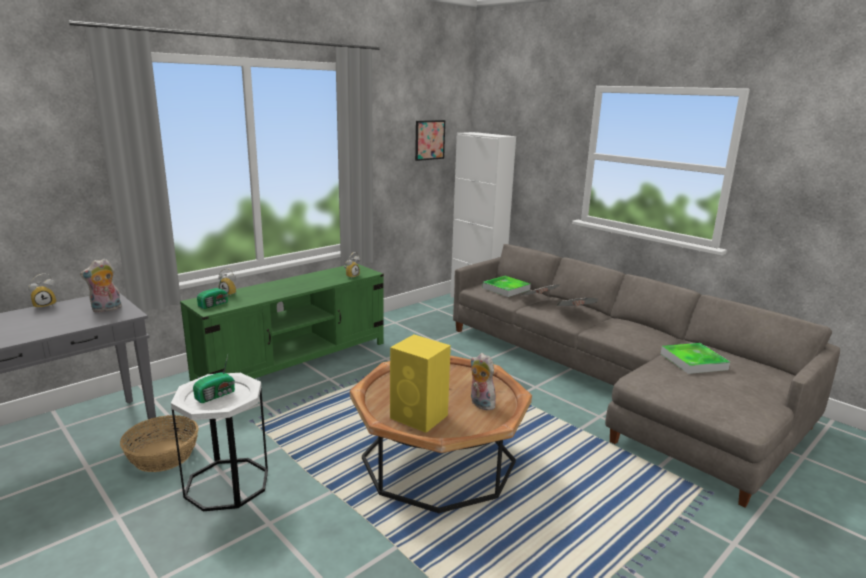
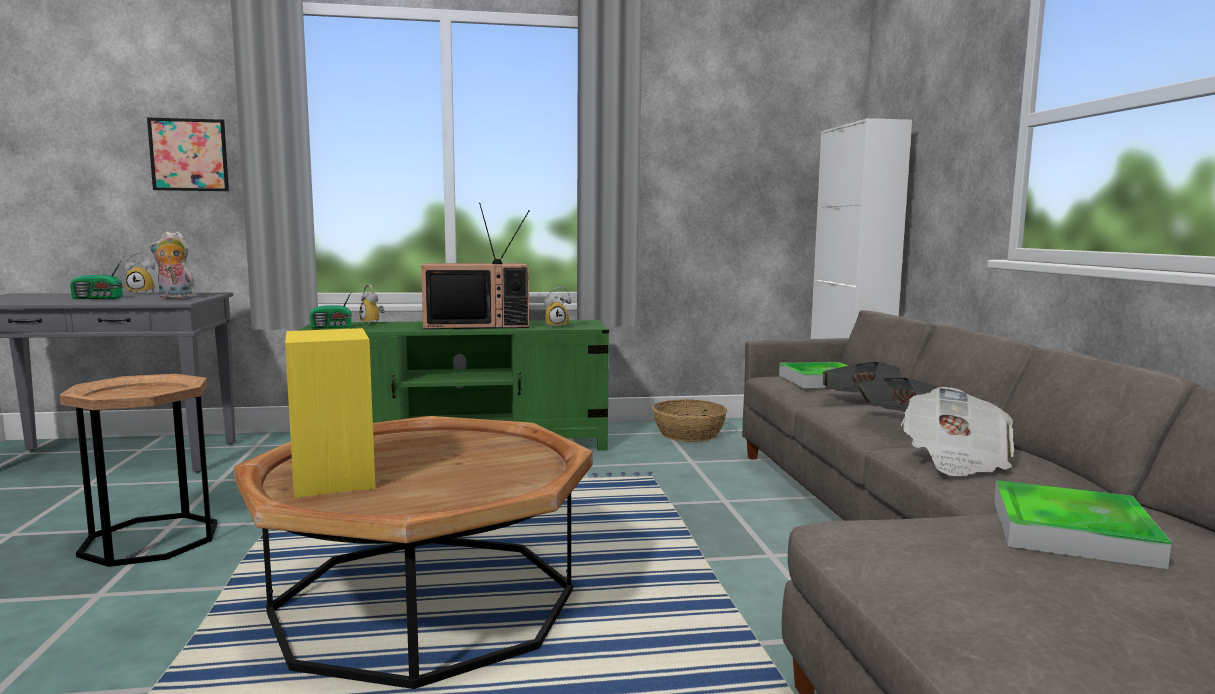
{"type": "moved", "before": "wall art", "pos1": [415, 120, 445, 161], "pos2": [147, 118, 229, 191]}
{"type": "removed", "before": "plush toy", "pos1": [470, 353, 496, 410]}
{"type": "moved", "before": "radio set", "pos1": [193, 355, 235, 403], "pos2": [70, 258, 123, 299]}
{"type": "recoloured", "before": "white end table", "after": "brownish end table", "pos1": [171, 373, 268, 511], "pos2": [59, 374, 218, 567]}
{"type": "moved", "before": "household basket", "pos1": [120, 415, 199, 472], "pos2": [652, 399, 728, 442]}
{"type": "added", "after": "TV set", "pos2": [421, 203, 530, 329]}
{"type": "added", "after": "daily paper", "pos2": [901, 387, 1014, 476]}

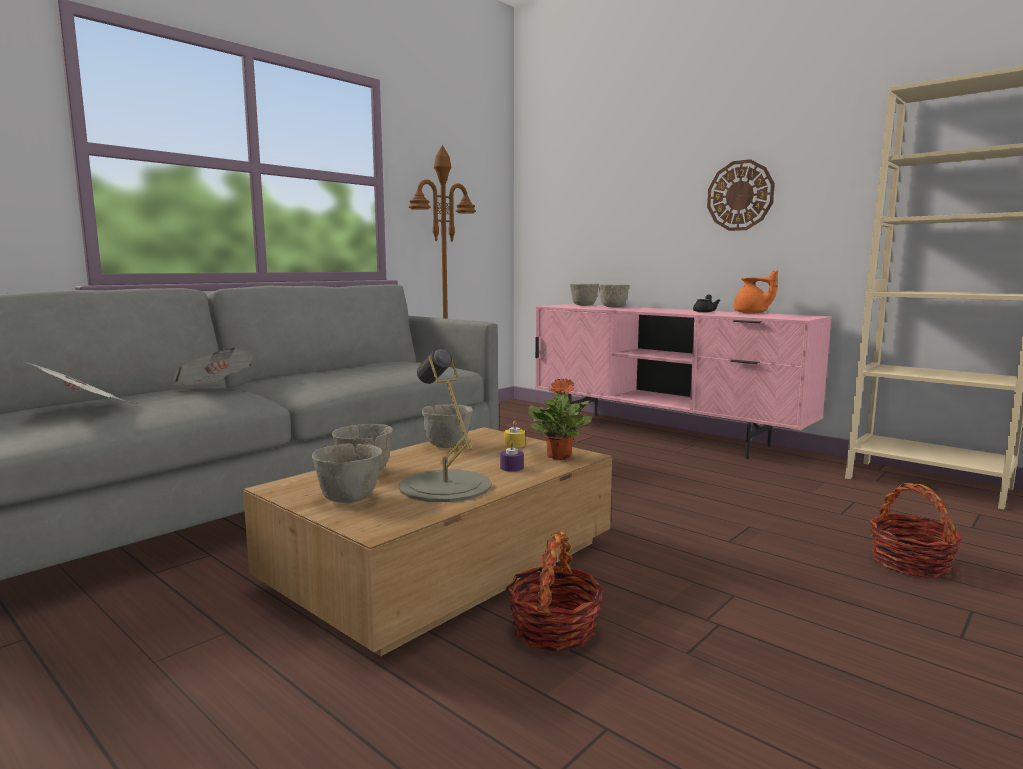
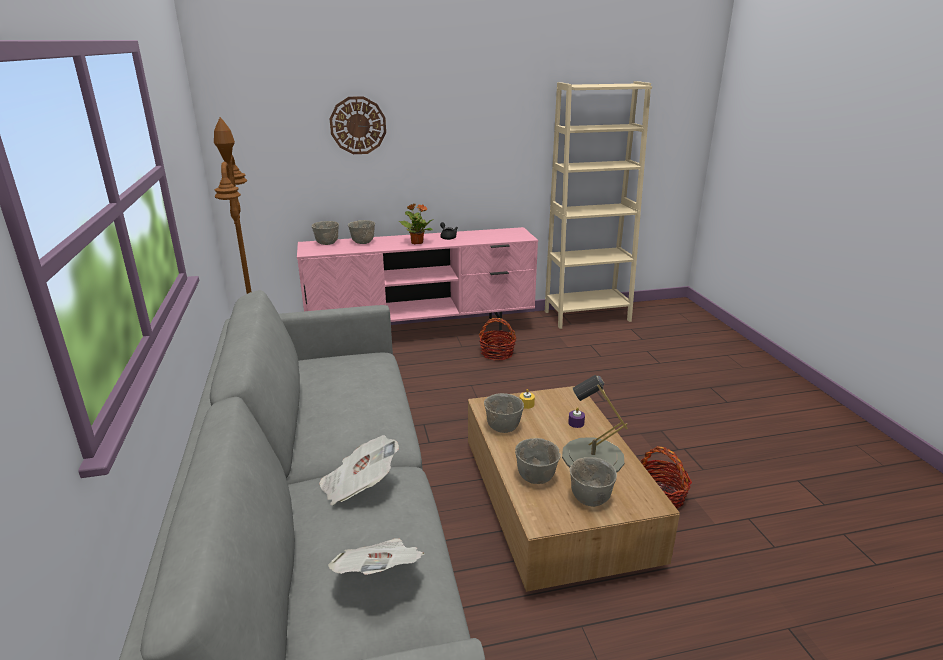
{"type": "moved", "before": "wall clock", "pos1": [707, 159, 775, 231], "pos2": [330, 96, 386, 154]}
{"type": "removed", "before": "orange teapot", "pos1": [734, 270, 778, 314]}
{"type": "moved", "before": "houseplant", "pos1": [528, 378, 592, 460], "pos2": [399, 204, 434, 244]}
{"type": "moved", "before": "household basket", "pos1": [869, 483, 963, 578], "pos2": [479, 318, 516, 360]}

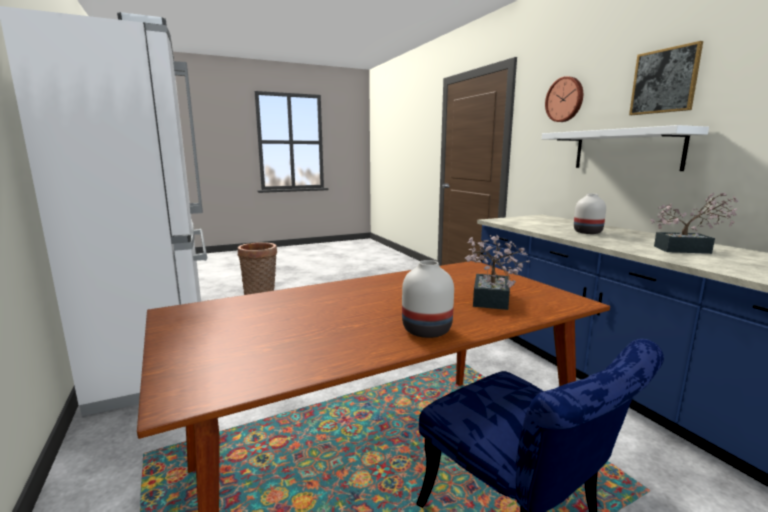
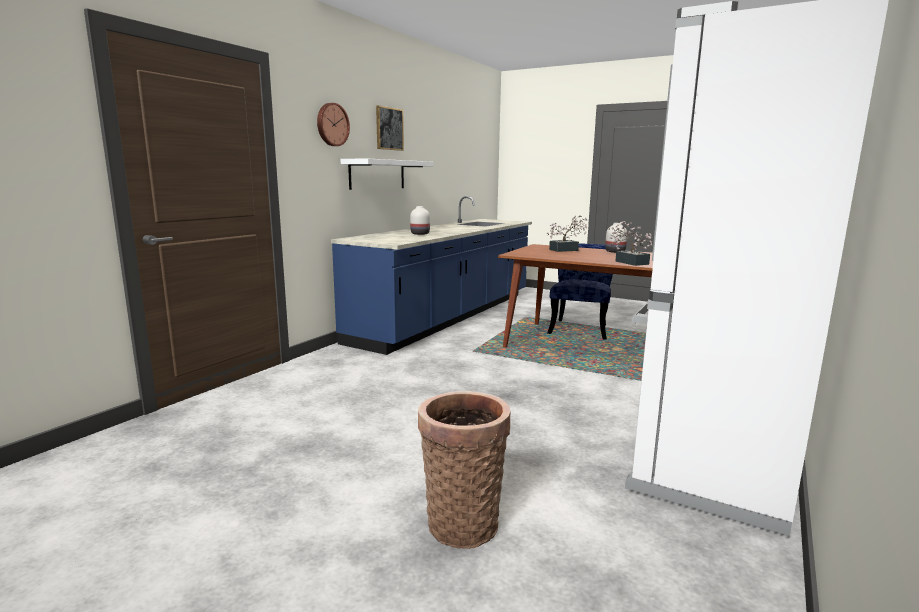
{"type": "moved", "before": "houseplant", "pos1": [650, 192, 739, 254], "pos2": [609, 221, 653, 266]}

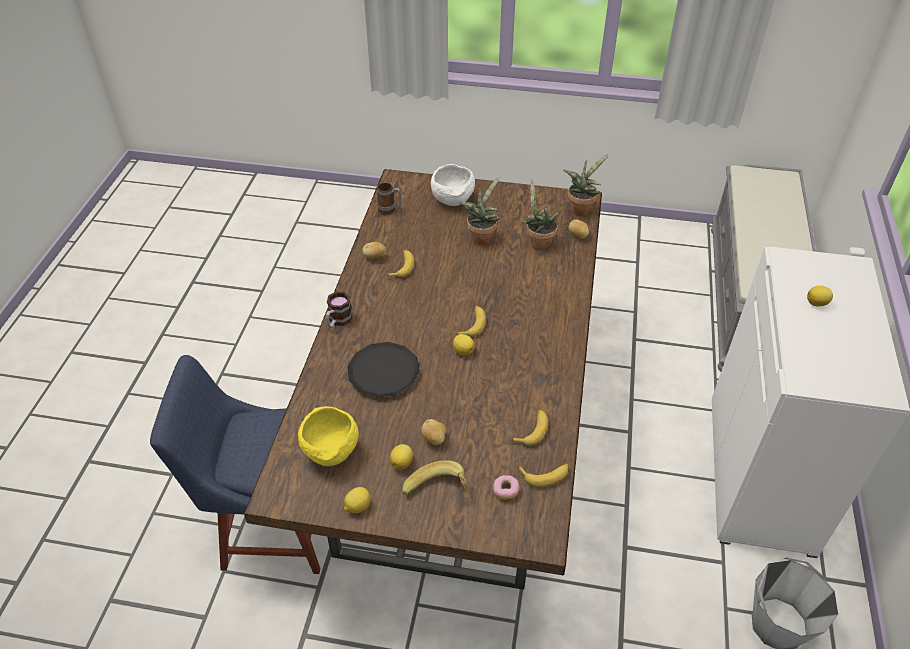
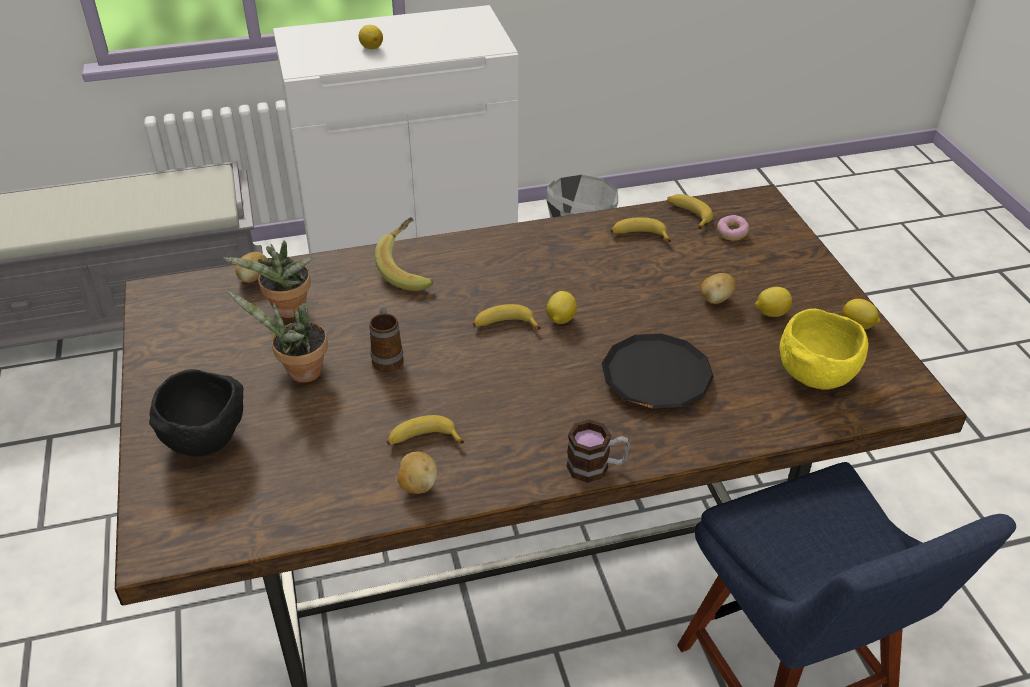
{"type": "removed", "before": "houseplant", "pos1": [564, 153, 610, 216]}
{"type": "recoloured", "before": "white deep dish", "after": "black-coloured deep dish", "pos1": [431, 164, 475, 206], "pos2": [149, 369, 243, 456]}
{"type": "moved", "before": "mug", "pos1": [377, 182, 402, 215], "pos2": [369, 304, 404, 372]}
{"type": "moved", "before": "banana fruit", "pos1": [402, 460, 468, 495], "pos2": [375, 217, 433, 291]}

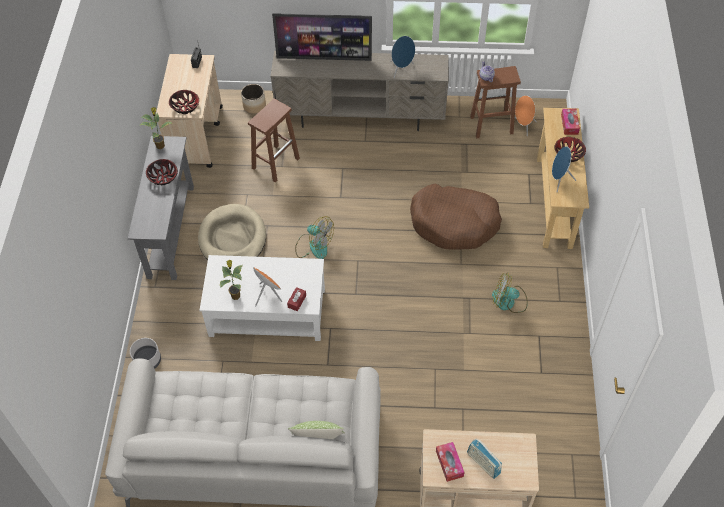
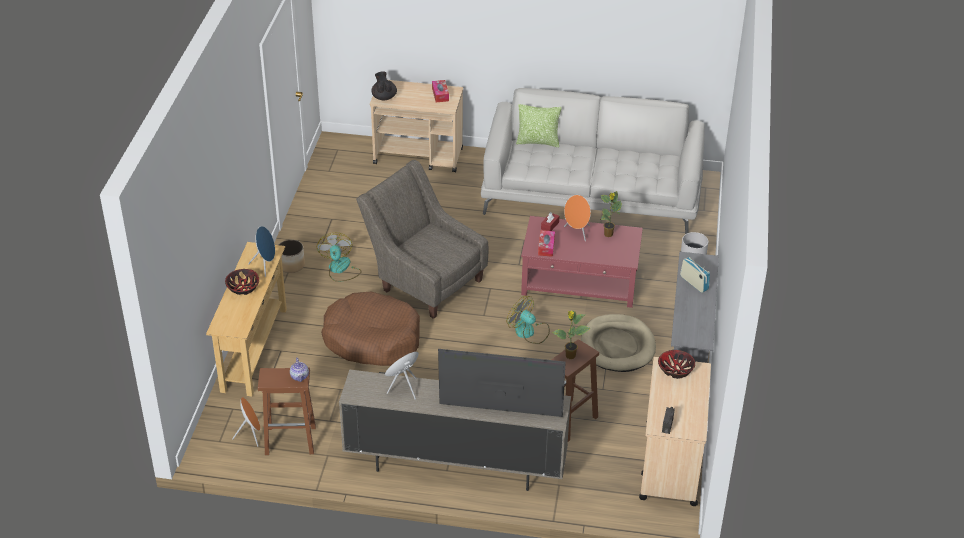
{"type": "moved", "before": "flower pot", "pos1": [241, 84, 266, 114], "pos2": [279, 240, 305, 273]}
{"type": "moved", "before": "houseplant", "pos1": [140, 107, 172, 149], "pos2": [552, 310, 590, 359]}
{"type": "moved", "before": "tissue holder", "pos1": [561, 109, 580, 135], "pos2": [538, 230, 555, 257]}
{"type": "removed", "before": "deep dish", "pos1": [146, 159, 178, 185]}
{"type": "recoloured", "before": "white coffee table", "after": "reddish coffee table", "pos1": [199, 255, 325, 341], "pos2": [521, 216, 643, 308]}
{"type": "turned", "before": "cooling fan", "pos1": [492, 273, 528, 313], "pos2": [317, 233, 362, 282], "turn": -120}
{"type": "moved", "before": "radio set", "pos1": [467, 439, 502, 479], "pos2": [680, 257, 710, 293]}
{"type": "added", "after": "black-coloured teapot", "pos2": [371, 71, 397, 100]}
{"type": "added", "after": "greyish lounge chair", "pos2": [356, 160, 488, 319]}

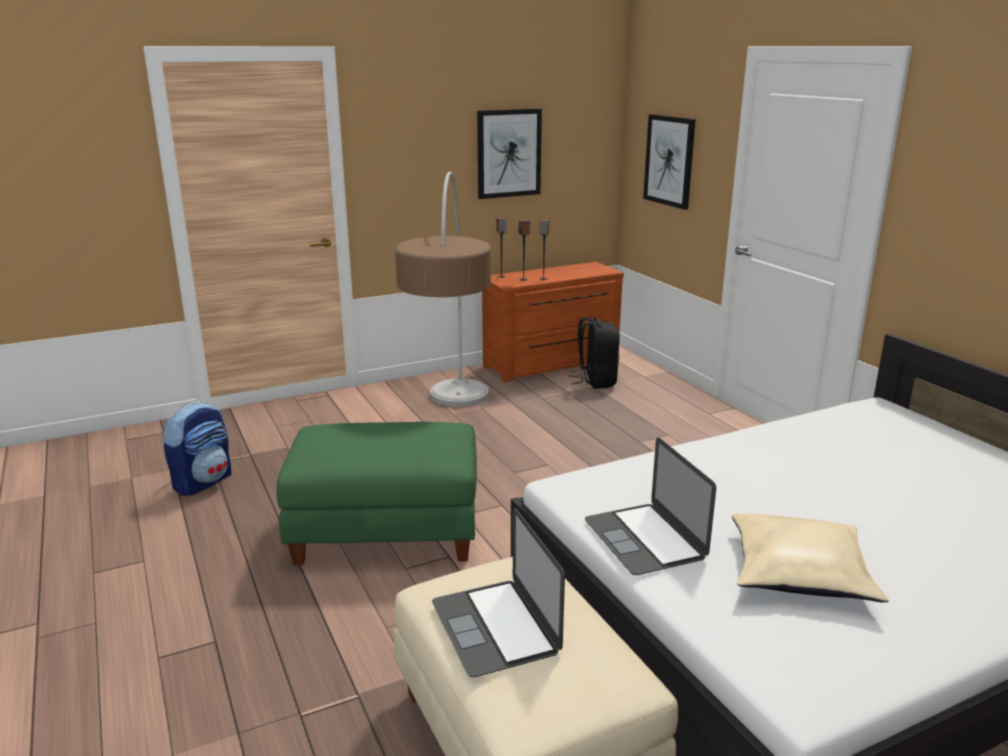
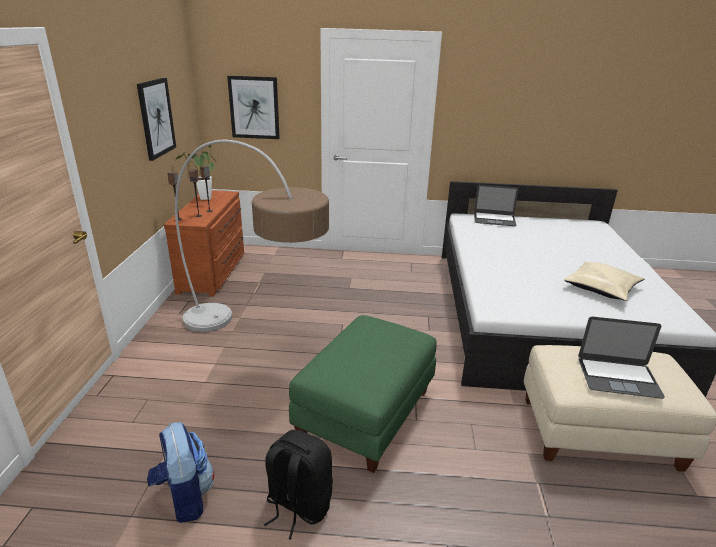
{"type": "moved", "before": "black-coloured backpack", "pos1": [569, 317, 620, 389], "pos2": [264, 430, 333, 540]}
{"type": "moved", "before": "portable computer", "pos1": [585, 437, 716, 575], "pos2": [474, 184, 519, 226]}
{"type": "added", "after": "houseplant", "pos2": [176, 145, 216, 200]}

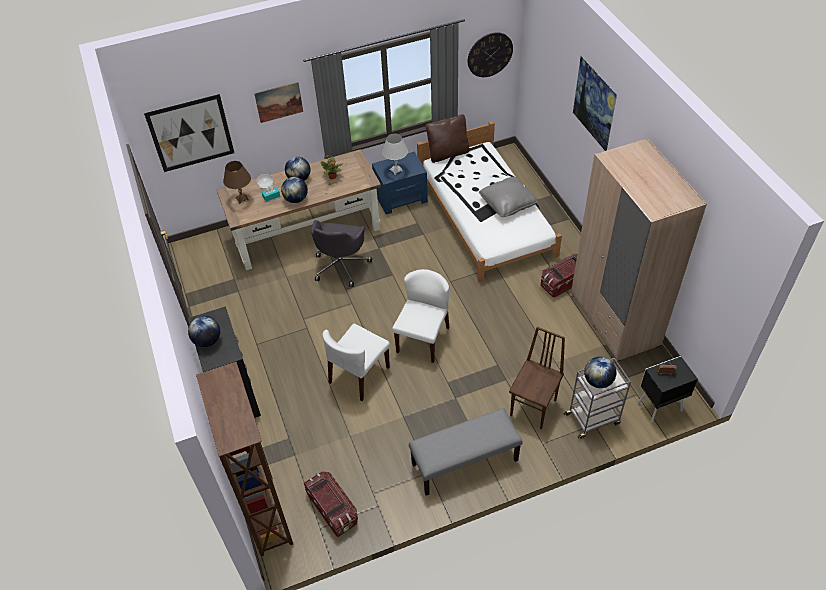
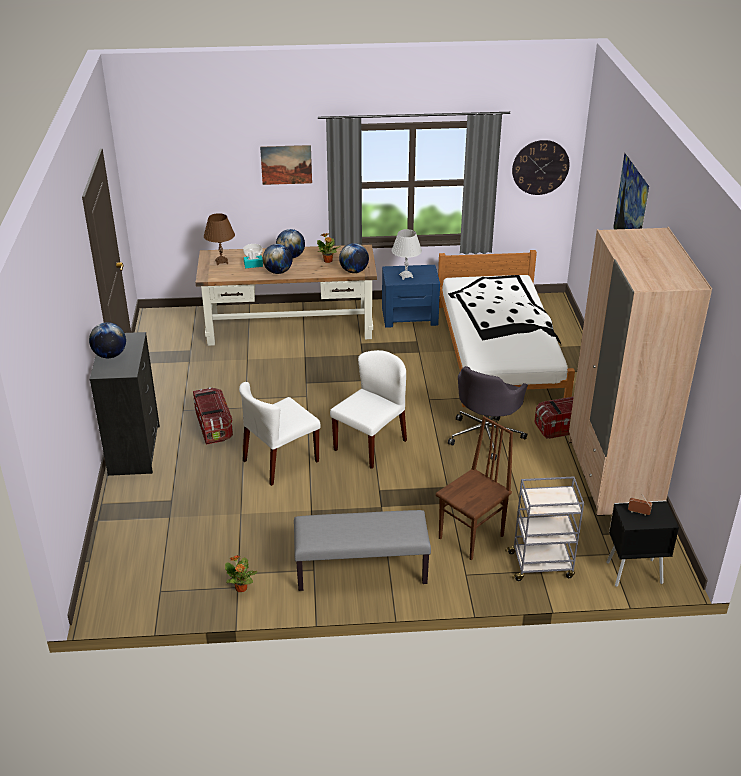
{"type": "removed", "before": "wall art", "pos1": [144, 94, 234, 172]}
{"type": "removed", "before": "brownish pillow", "pos1": [426, 114, 470, 163]}
{"type": "removed", "before": "greyish pillow", "pos1": [479, 177, 538, 217]}
{"type": "moved", "before": "greyish computer chair", "pos1": [311, 220, 372, 287], "pos2": [448, 366, 528, 460]}
{"type": "moved", "before": "world globe", "pos1": [584, 357, 616, 388], "pos2": [339, 243, 369, 273]}
{"type": "removed", "before": "brownish bookcase", "pos1": [196, 362, 293, 557]}
{"type": "moved", "before": "storage bin", "pos1": [304, 471, 358, 537], "pos2": [193, 387, 233, 445]}
{"type": "added", "after": "houseplant", "pos2": [225, 555, 257, 592]}

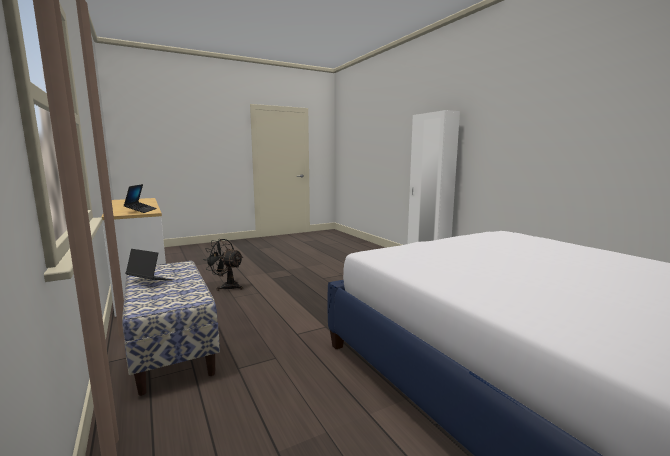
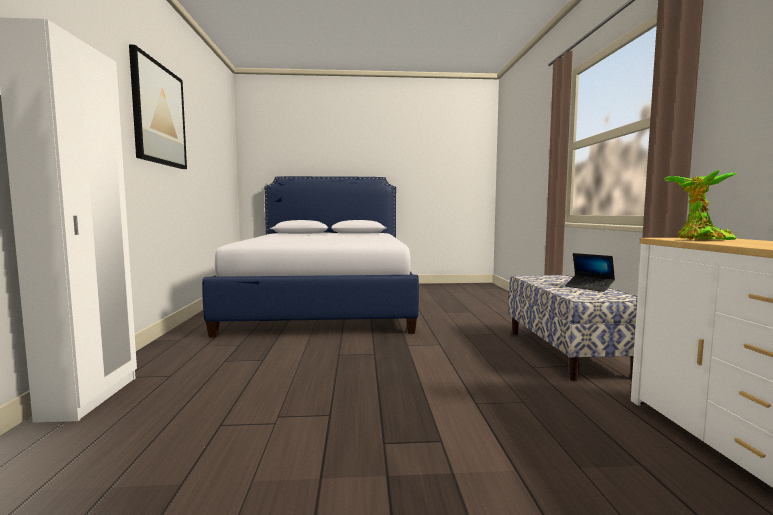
{"type": "replaced", "before": "portable computer", "after": "houseplant", "pos1": [123, 184, 157, 213], "pos2": [664, 170, 738, 240]}
{"type": "removed", "before": "black-coloured cooling fan", "pos1": [203, 239, 243, 291]}
{"type": "added", "after": "wall art", "pos2": [129, 45, 187, 169]}

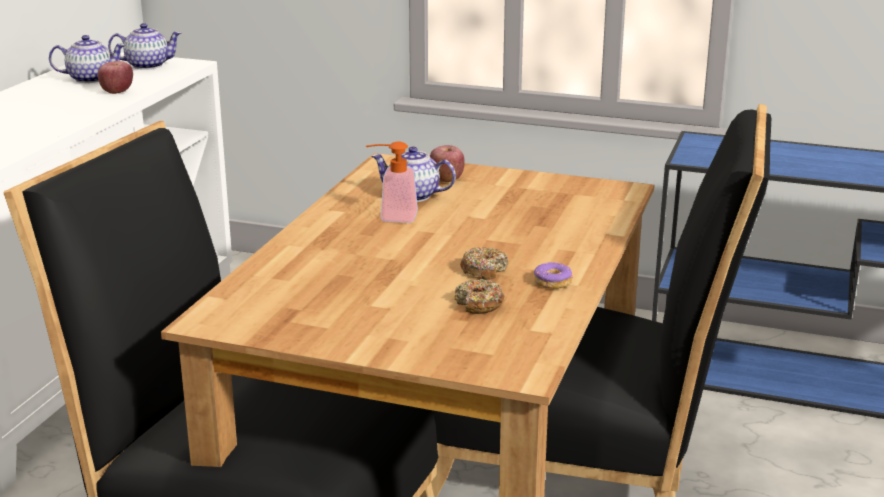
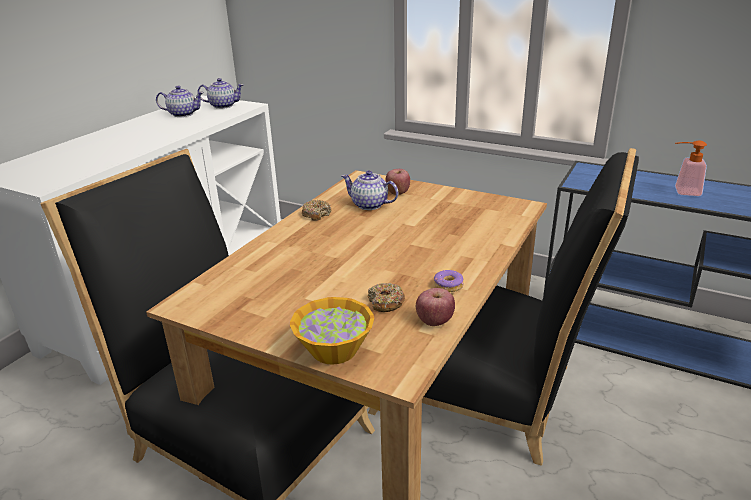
{"type": "moved", "before": "apple", "pos1": [98, 61, 133, 94], "pos2": [416, 288, 455, 326]}
{"type": "moved", "before": "liquid soap bottle", "pos1": [366, 141, 418, 223], "pos2": [675, 141, 707, 196]}
{"type": "moved", "before": "donut", "pos1": [460, 247, 509, 280], "pos2": [302, 200, 332, 221]}
{"type": "added", "after": "deep dish", "pos2": [290, 297, 374, 365]}

